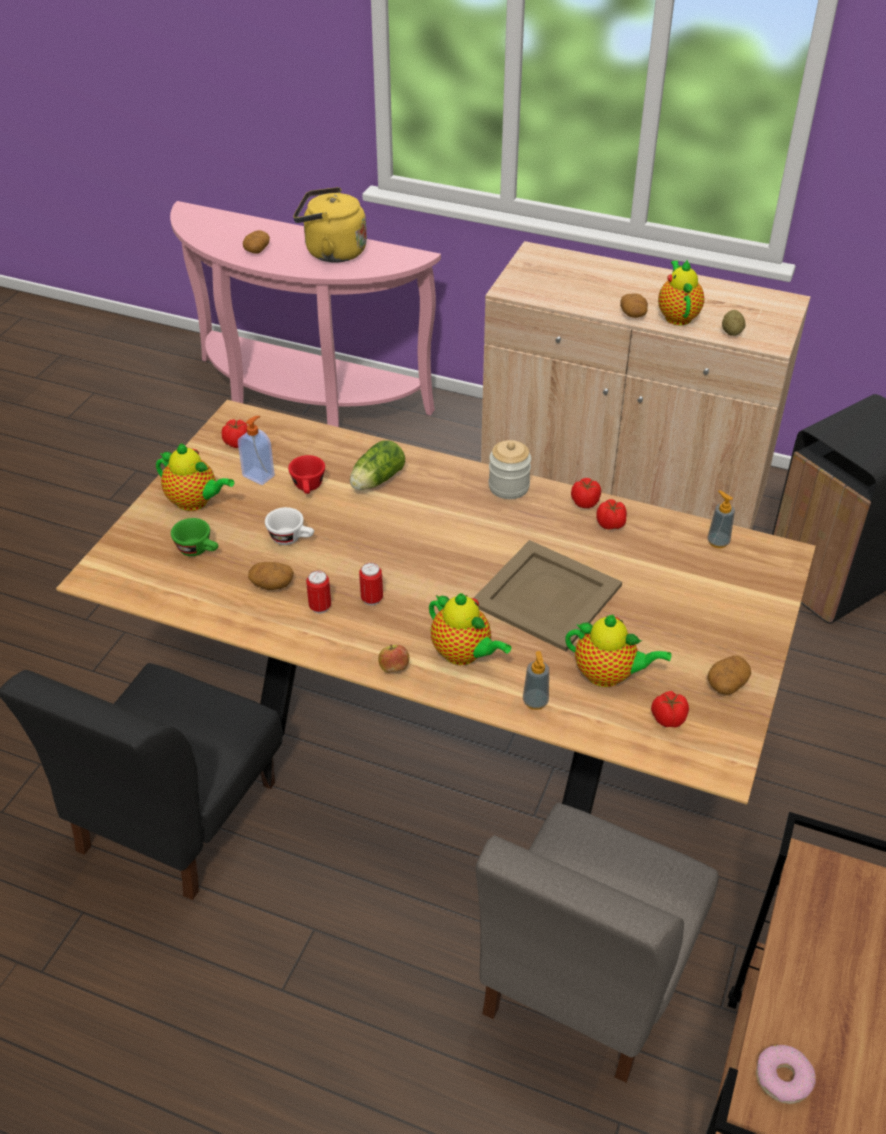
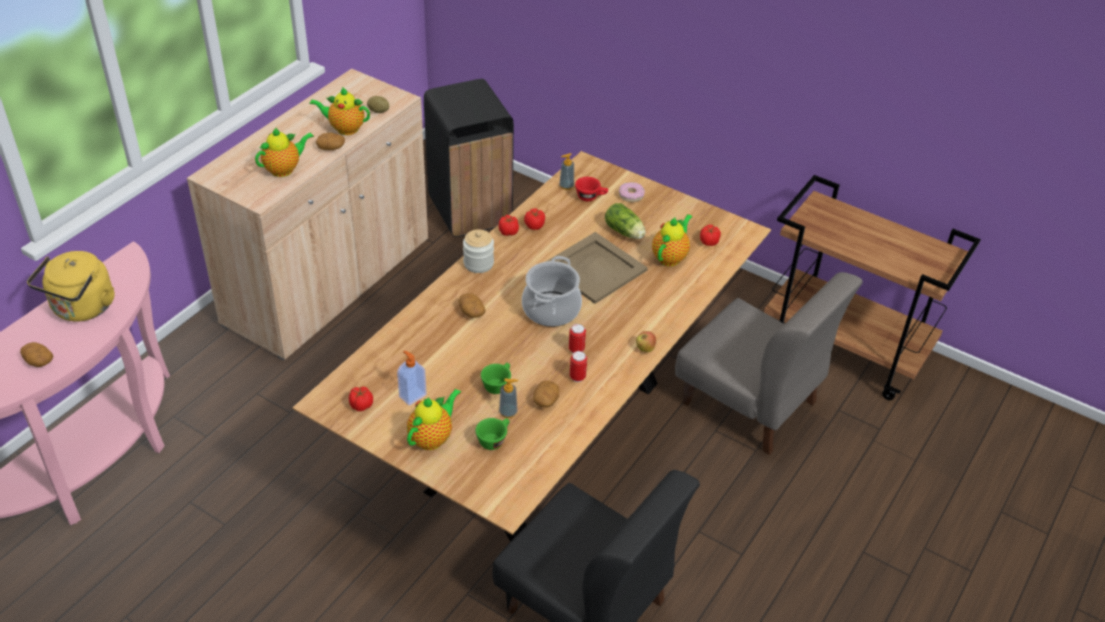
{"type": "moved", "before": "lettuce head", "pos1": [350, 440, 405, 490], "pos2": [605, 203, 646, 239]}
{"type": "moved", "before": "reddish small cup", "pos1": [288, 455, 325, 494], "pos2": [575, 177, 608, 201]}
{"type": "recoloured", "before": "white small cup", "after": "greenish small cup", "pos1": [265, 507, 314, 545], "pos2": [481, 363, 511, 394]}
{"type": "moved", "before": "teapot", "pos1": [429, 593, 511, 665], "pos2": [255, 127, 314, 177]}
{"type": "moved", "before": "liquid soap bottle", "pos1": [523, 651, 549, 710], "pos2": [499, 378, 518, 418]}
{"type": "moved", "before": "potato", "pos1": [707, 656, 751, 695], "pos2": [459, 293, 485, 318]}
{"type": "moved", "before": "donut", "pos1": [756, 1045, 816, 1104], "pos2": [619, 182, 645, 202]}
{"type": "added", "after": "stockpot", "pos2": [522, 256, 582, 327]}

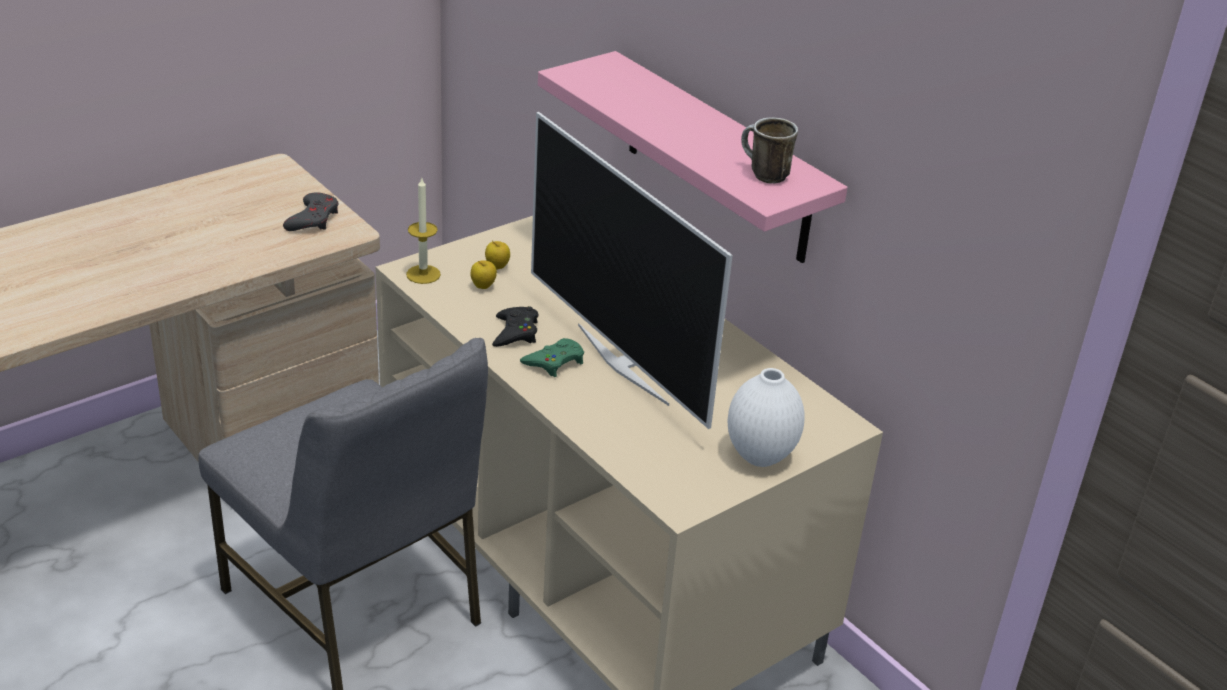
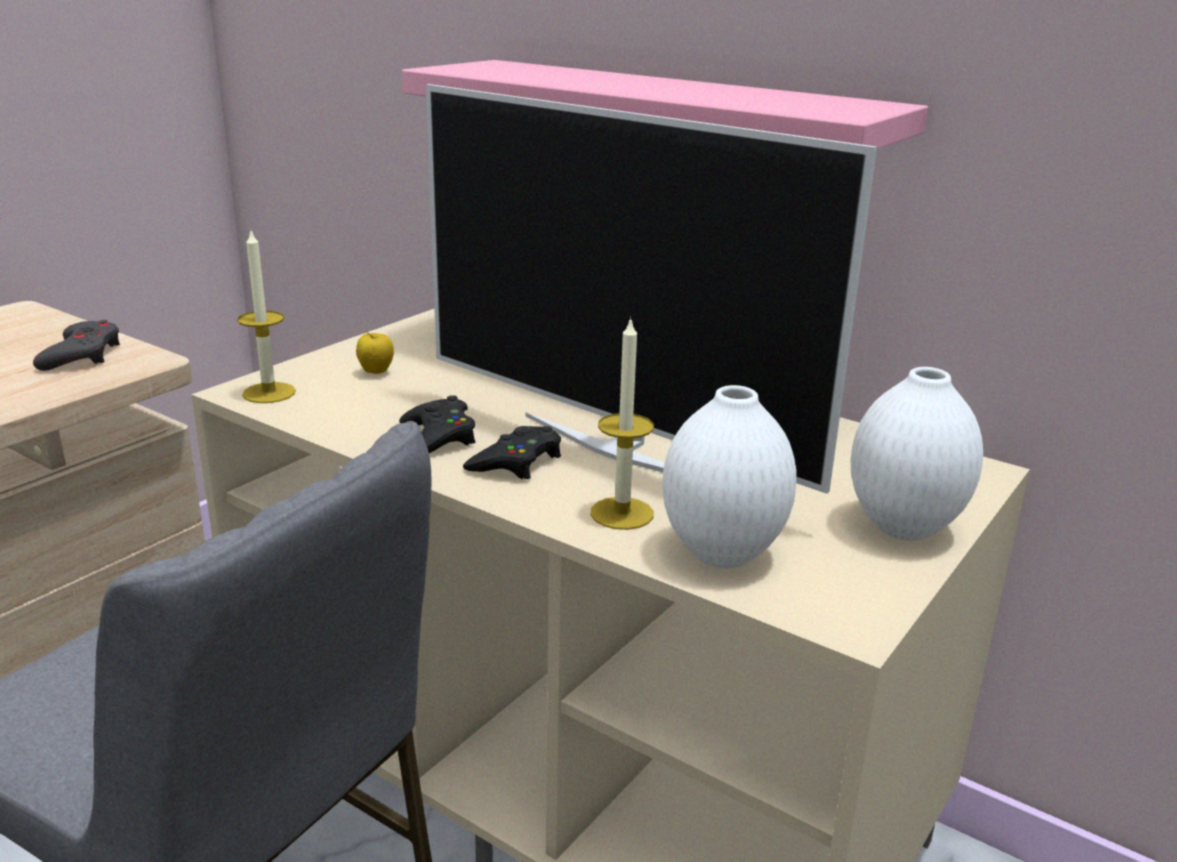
{"type": "removed", "before": "mug", "pos1": [741, 117, 798, 184]}
{"type": "removed", "before": "apple", "pos1": [470, 260, 497, 289]}
{"type": "recoloured", "before": "greenish game controller", "after": "black-coloured game controller", "pos1": [520, 338, 584, 377], "pos2": [463, 426, 561, 479]}
{"type": "added", "after": "wax candle", "pos2": [591, 316, 654, 530]}
{"type": "added", "after": "white vase", "pos2": [662, 385, 796, 568]}

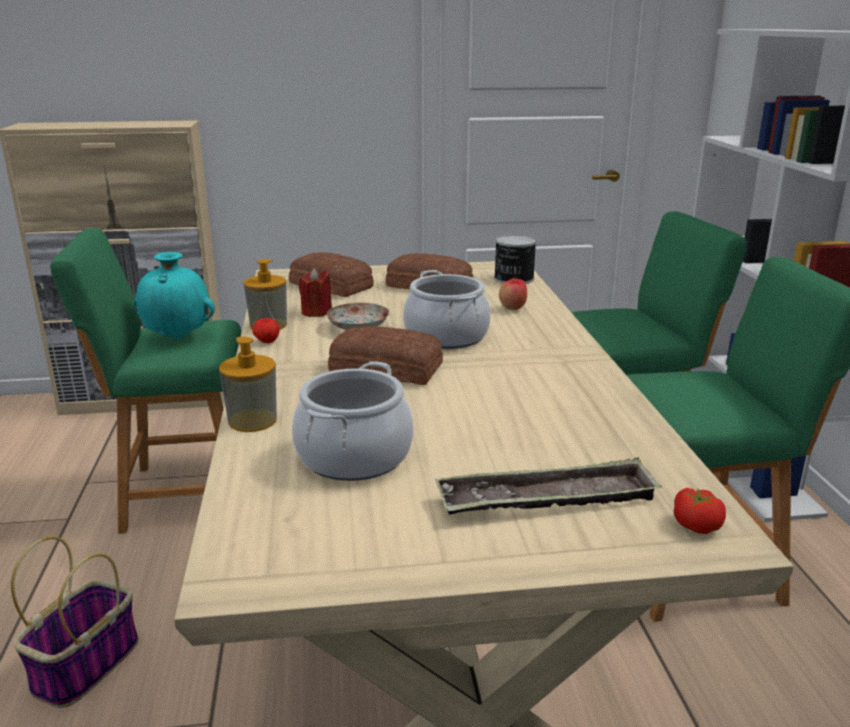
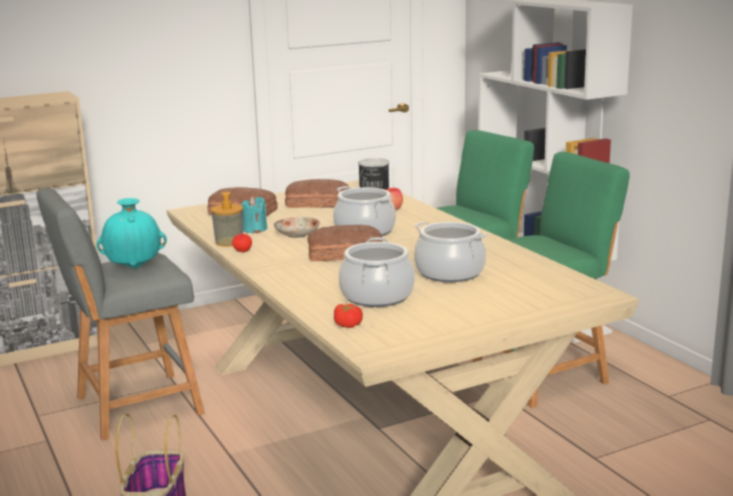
{"type": "recoloured", "before": "greenish stool", "after": "greyish stool", "pos1": [50, 228, 241, 534], "pos2": [36, 188, 205, 441]}
{"type": "recoloured", "before": "reddish wax candle", "after": "turquoise-coloured wax candle", "pos1": [299, 268, 332, 317], "pos2": [241, 196, 267, 233]}
{"type": "removed", "before": "liquid soap bottle", "pos1": [219, 337, 277, 432]}
{"type": "removed", "before": "tray", "pos1": [435, 458, 662, 514]}
{"type": "moved", "before": "fresh tomato", "pos1": [674, 488, 726, 534], "pos2": [334, 304, 363, 328]}
{"type": "added", "after": "stockpot", "pos2": [414, 222, 487, 282]}

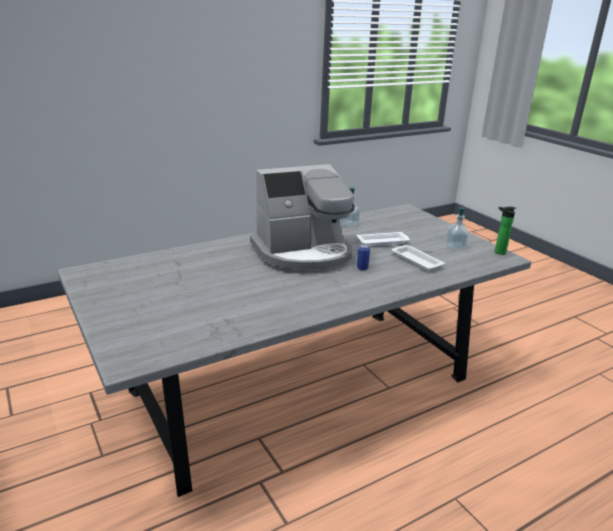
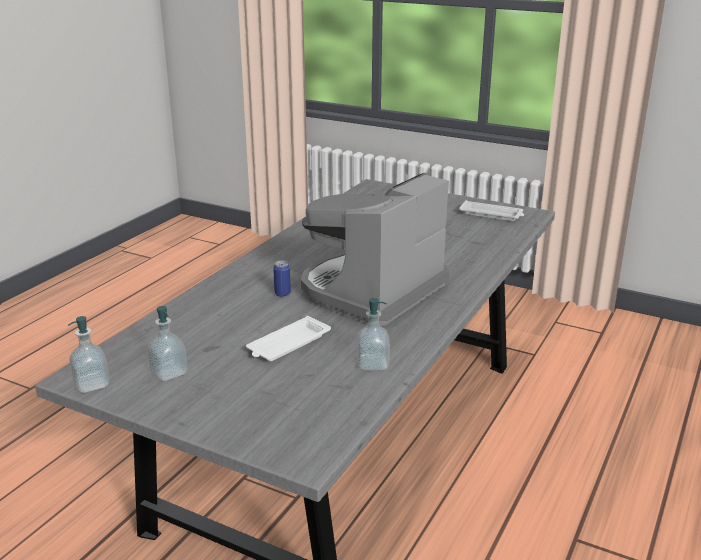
{"type": "replaced", "before": "beverage bottle", "after": "liquid soap bottle", "pos1": [495, 207, 516, 255], "pos2": [68, 316, 110, 393]}
{"type": "moved", "before": "white tray", "pos1": [392, 245, 445, 271], "pos2": [459, 200, 524, 221]}

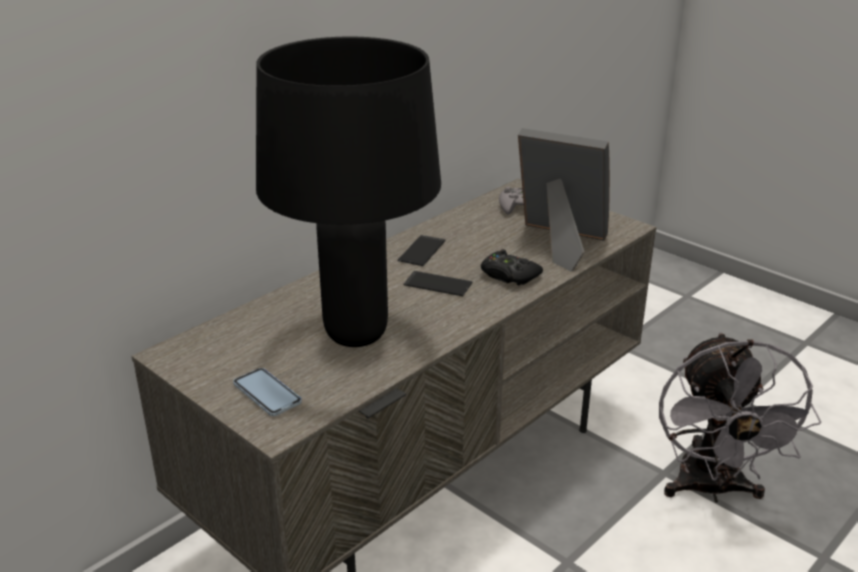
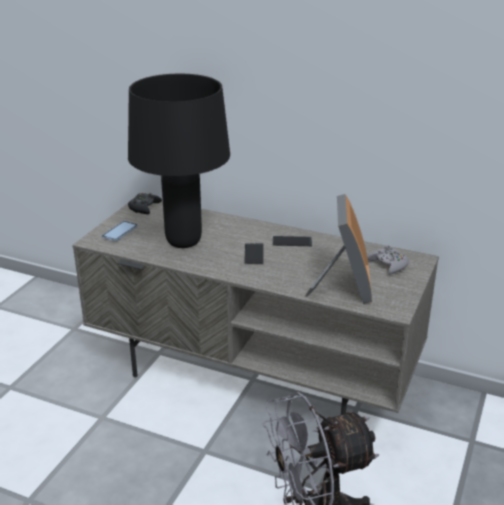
{"type": "moved", "before": "black-coloured game controller", "pos1": [481, 249, 543, 285], "pos2": [128, 193, 162, 214]}

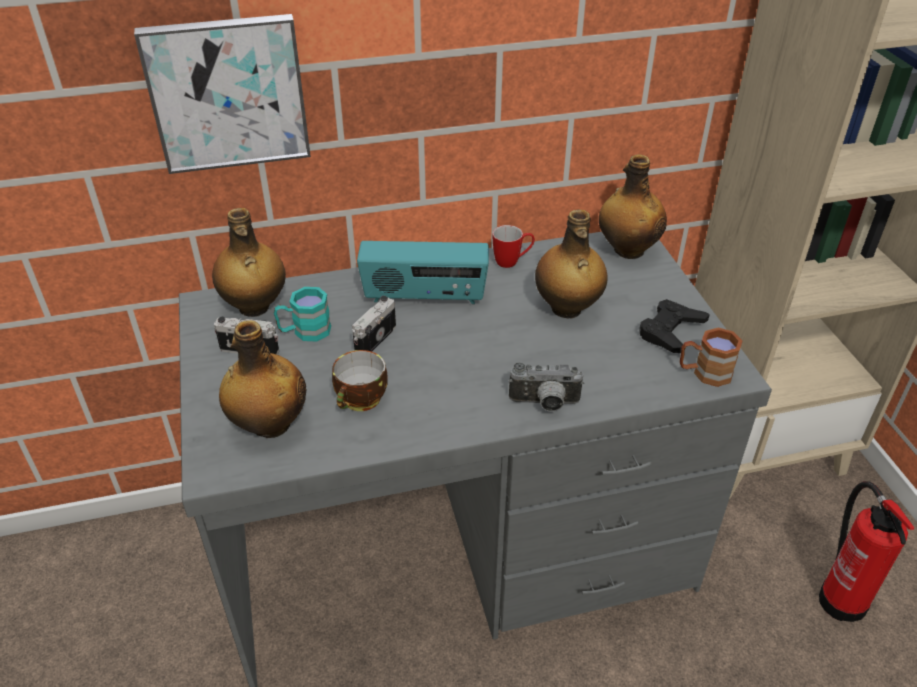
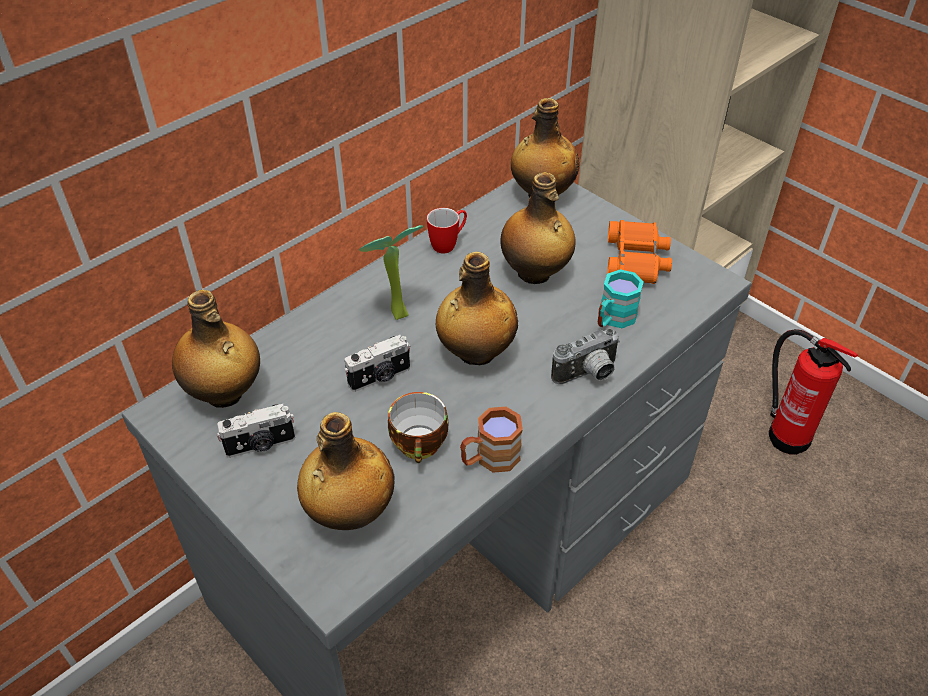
{"type": "removed", "before": "wall art", "pos1": [134, 14, 311, 174]}
{"type": "replaced", "before": "radio set", "after": "houseplant", "pos1": [357, 241, 489, 304], "pos2": [359, 225, 423, 320]}
{"type": "moved", "before": "turquoise-coloured mug", "pos1": [274, 287, 331, 341], "pos2": [598, 269, 644, 328]}
{"type": "turned", "before": "photo camera", "pos1": [352, 296, 396, 352], "pos2": [344, 335, 411, 392], "turn": -120}
{"type": "replaced", "before": "black-coloured game controller", "after": "orange binoculars", "pos1": [639, 299, 710, 353], "pos2": [607, 220, 672, 284]}
{"type": "moved", "before": "brownish mug", "pos1": [680, 327, 742, 387], "pos2": [460, 407, 523, 473]}
{"type": "added", "after": "beverage bottle", "pos2": [436, 252, 518, 365]}

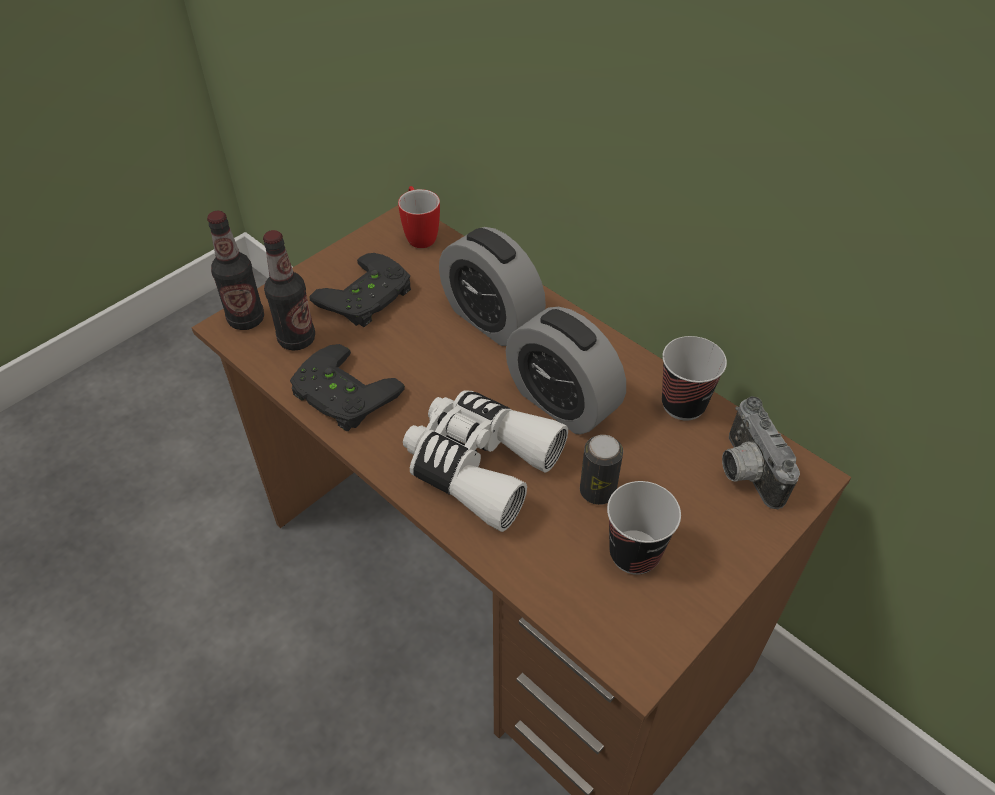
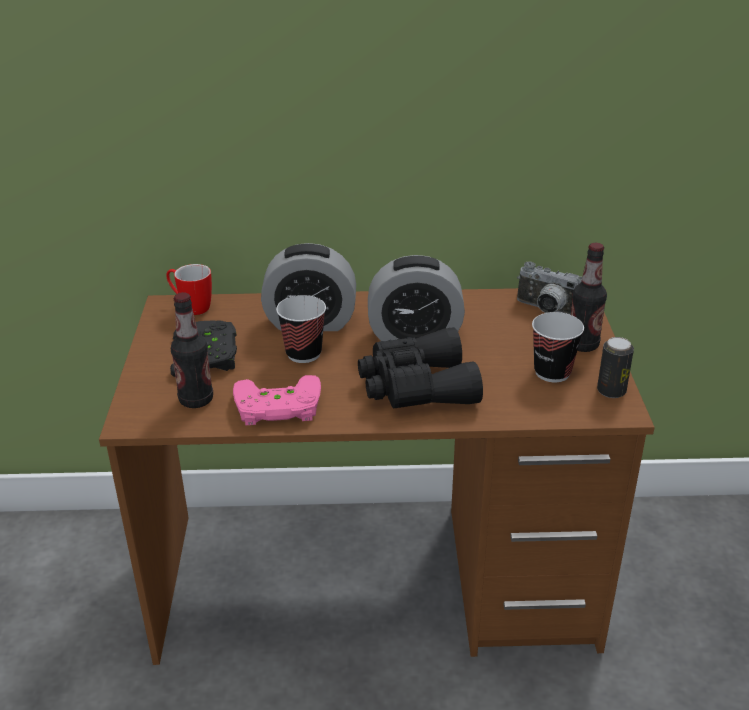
{"type": "moved", "before": "beverage bottle", "pos1": [207, 211, 264, 330], "pos2": [571, 243, 607, 352]}
{"type": "moved", "before": "small cup", "pos1": [662, 336, 727, 421], "pos2": [276, 295, 326, 363]}
{"type": "recoloured", "before": "black-coloured game controller", "after": "pinkish game controller", "pos1": [290, 344, 405, 431], "pos2": [233, 375, 321, 426]}
{"type": "recoloured", "before": "white binoculars", "after": "black-coloured binoculars", "pos1": [403, 390, 568, 532], "pos2": [358, 327, 483, 408]}
{"type": "moved", "before": "sealed can", "pos1": [580, 435, 623, 505], "pos2": [597, 337, 634, 398]}

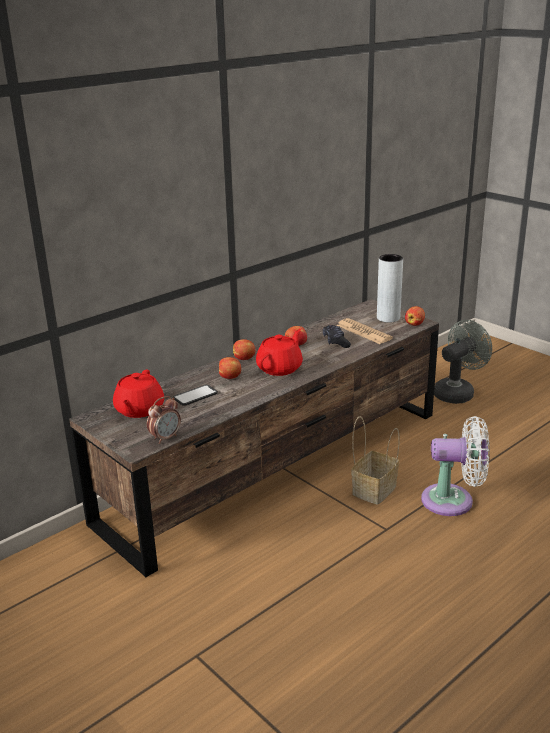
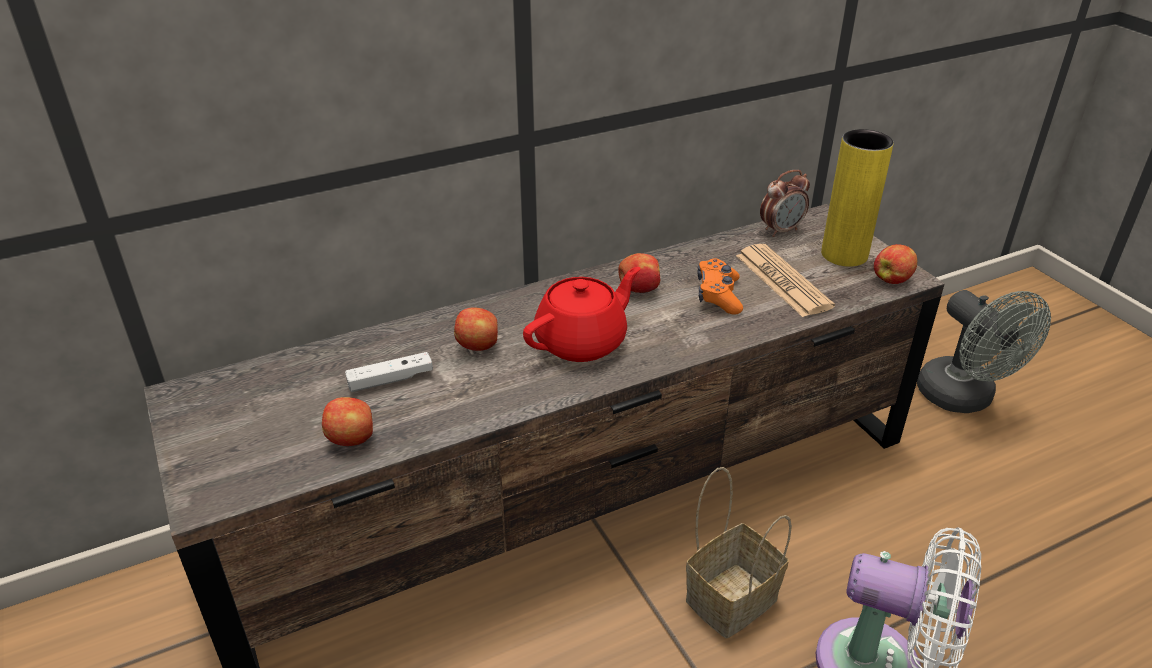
{"type": "recoloured", "before": "greyish vase", "after": "yellow-coloured vase", "pos1": [377, 254, 403, 323], "pos2": [821, 129, 894, 267]}
{"type": "turned", "before": "greyish cooling fan", "pos1": [434, 320, 492, 404], "pos2": [917, 290, 1051, 413], "turn": 90}
{"type": "recoloured", "before": "black-coloured game controller", "after": "orange game controller", "pos1": [323, 325, 351, 348], "pos2": [697, 258, 743, 314]}
{"type": "moved", "before": "apple", "pos1": [233, 339, 255, 360], "pos2": [322, 397, 373, 446]}
{"type": "removed", "before": "reddish teapot", "pos1": [113, 370, 164, 418]}
{"type": "replaced", "before": "telephone", "after": "white game controller", "pos1": [173, 385, 218, 406], "pos2": [345, 352, 433, 392]}
{"type": "moved", "before": "alarm clock", "pos1": [147, 396, 181, 444], "pos2": [760, 170, 810, 237]}

